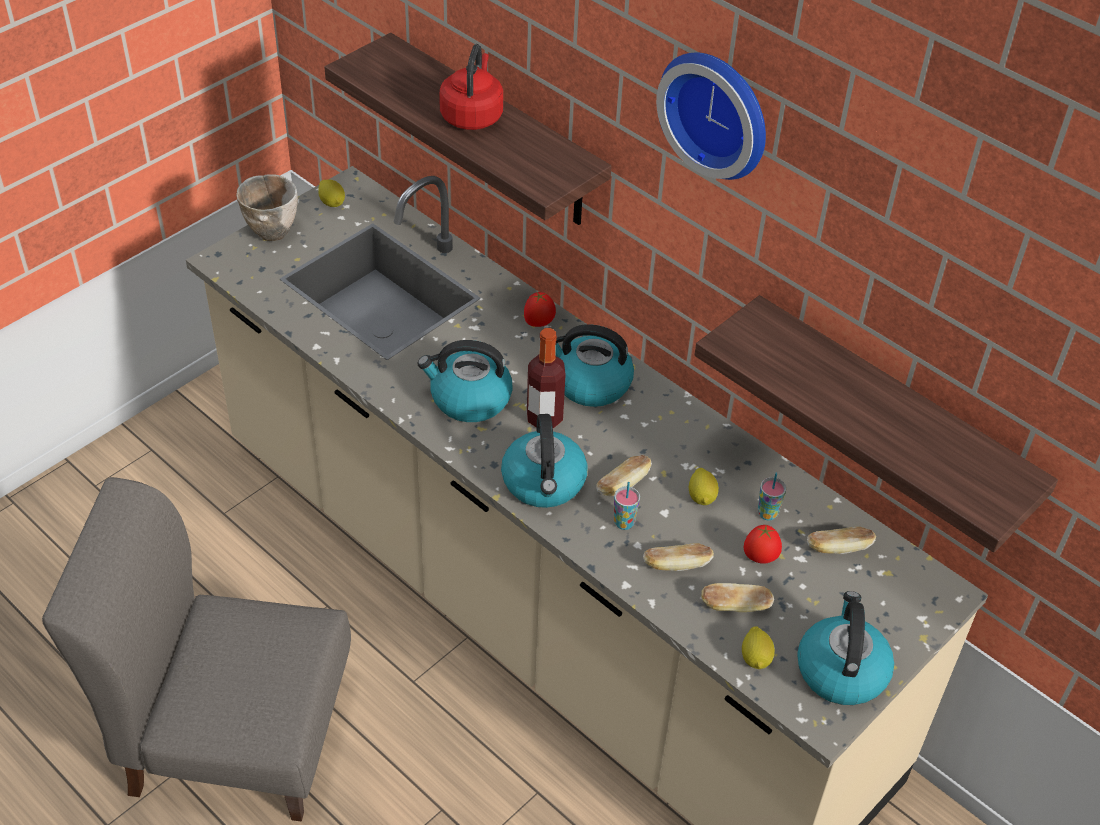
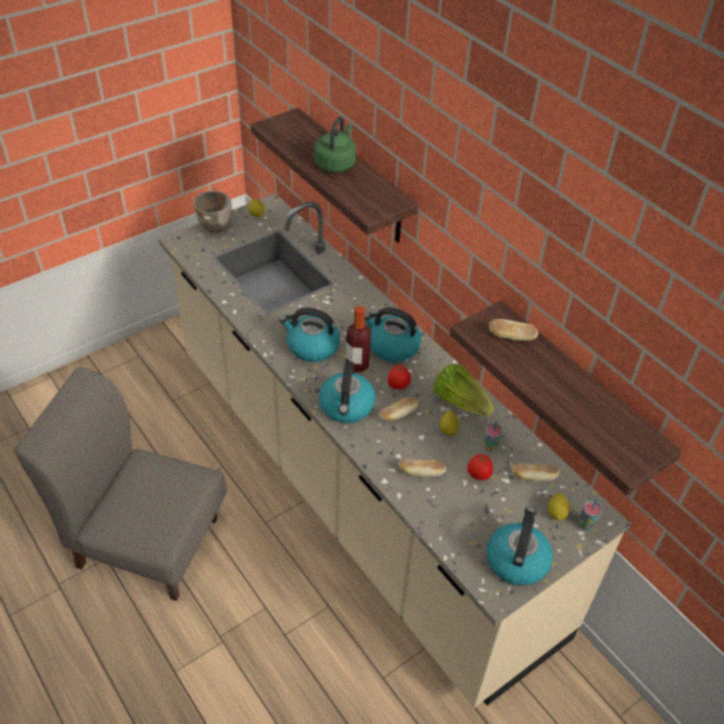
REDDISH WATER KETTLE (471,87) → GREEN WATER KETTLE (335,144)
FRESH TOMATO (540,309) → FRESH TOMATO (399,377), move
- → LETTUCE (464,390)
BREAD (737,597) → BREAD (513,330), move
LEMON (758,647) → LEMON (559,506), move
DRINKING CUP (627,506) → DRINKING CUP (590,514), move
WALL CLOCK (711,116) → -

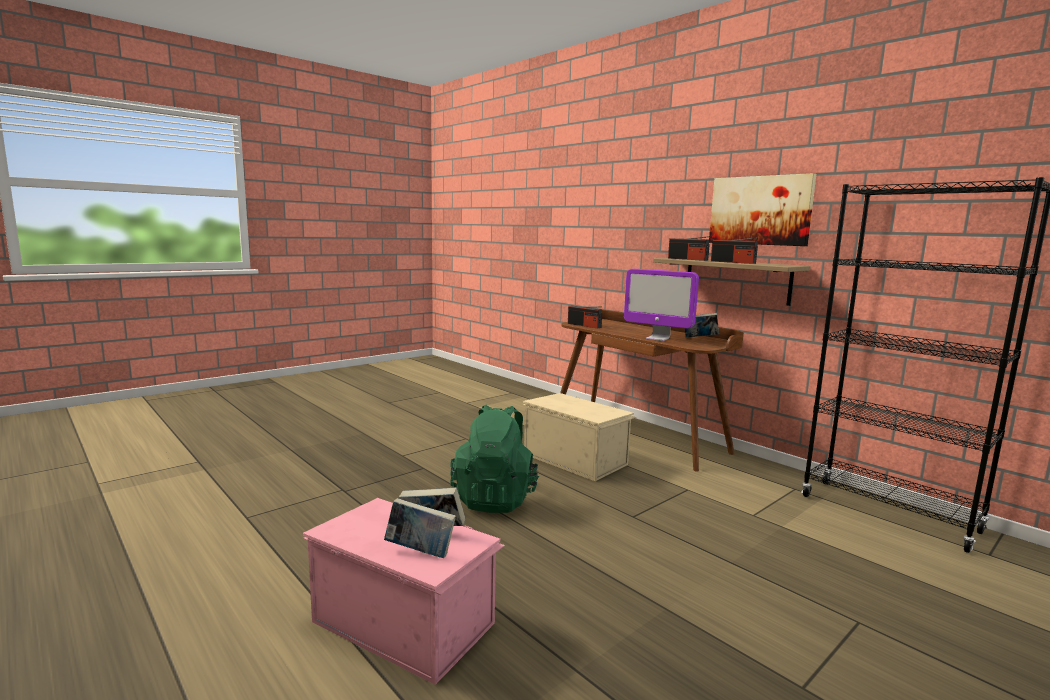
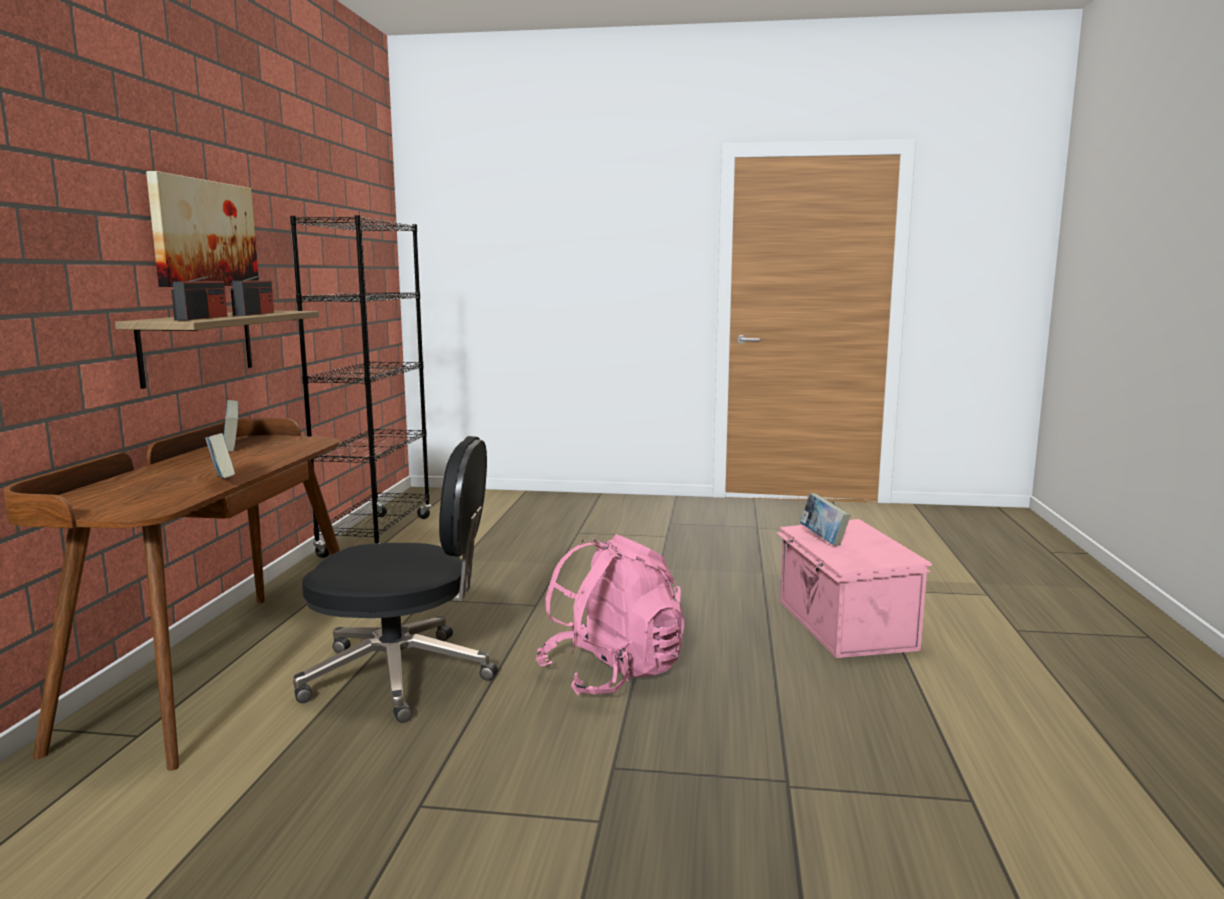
BOUND BOOK (420,528) → BOUND BOOK (220,455), move
BEIGE-COLOURED STORAGE CONTAINER (579,437) → BLACKISH OFFICE CHAIR (395,579)
GREEN KNAPSACK (494,458) → PINK-COLOURED KNAPSACK (610,614)
RADIO RECEIVER (585,316) → -
COMPUTER DISPLAY (661,305) → -

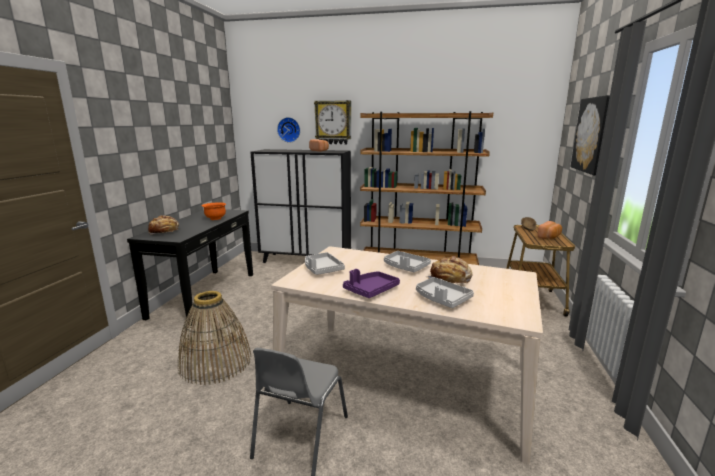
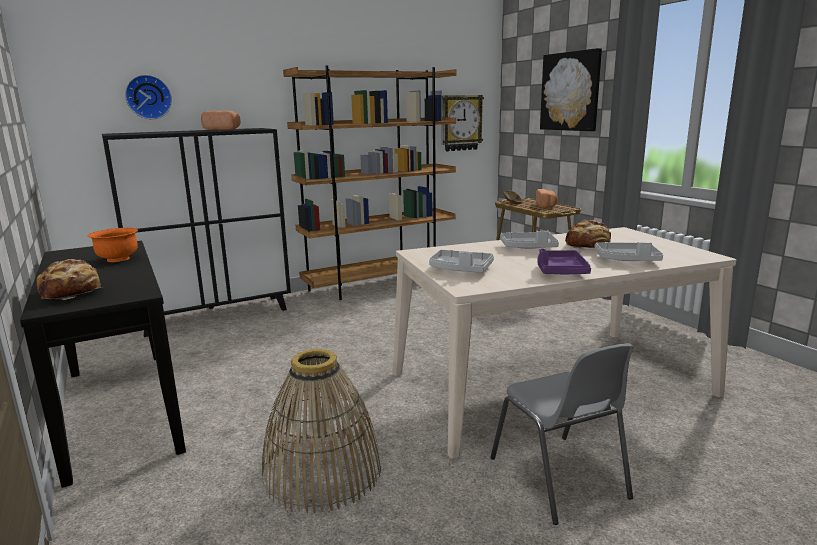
WALL CLOCK (332,122) → WALL CLOCK (462,123), move

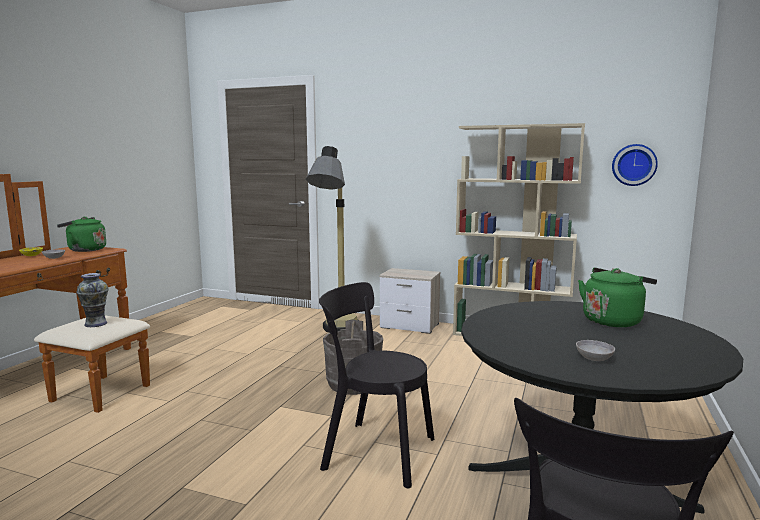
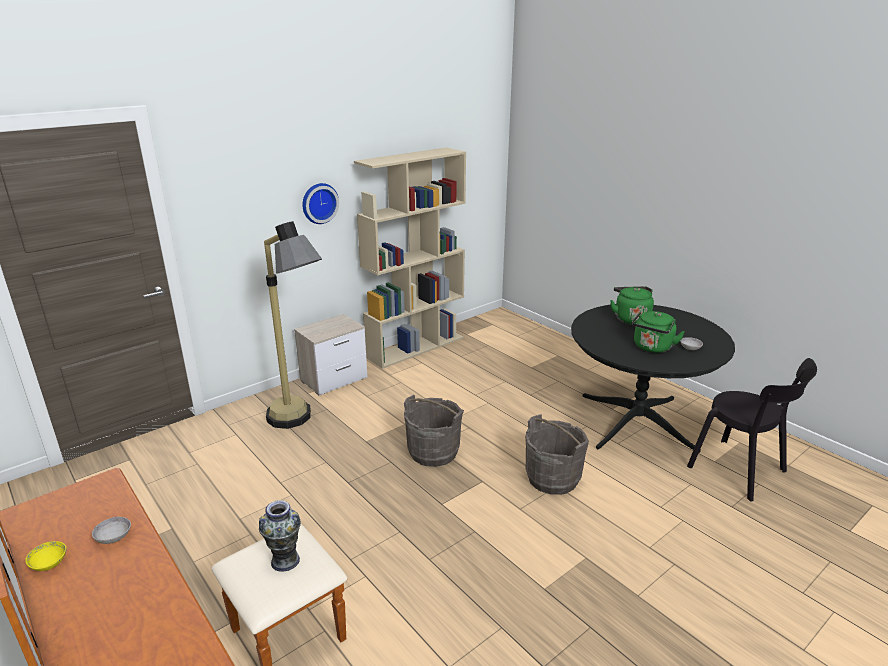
WALL CLOCK (635,165) → WALL CLOCK (320,203), move
BLACKISH PLAIN CHAIR (376,385) → GRAY BUCKET (557,454)
GREEN WATER KETTLE (81,234) → GREEN WATER KETTLE (658,332), move

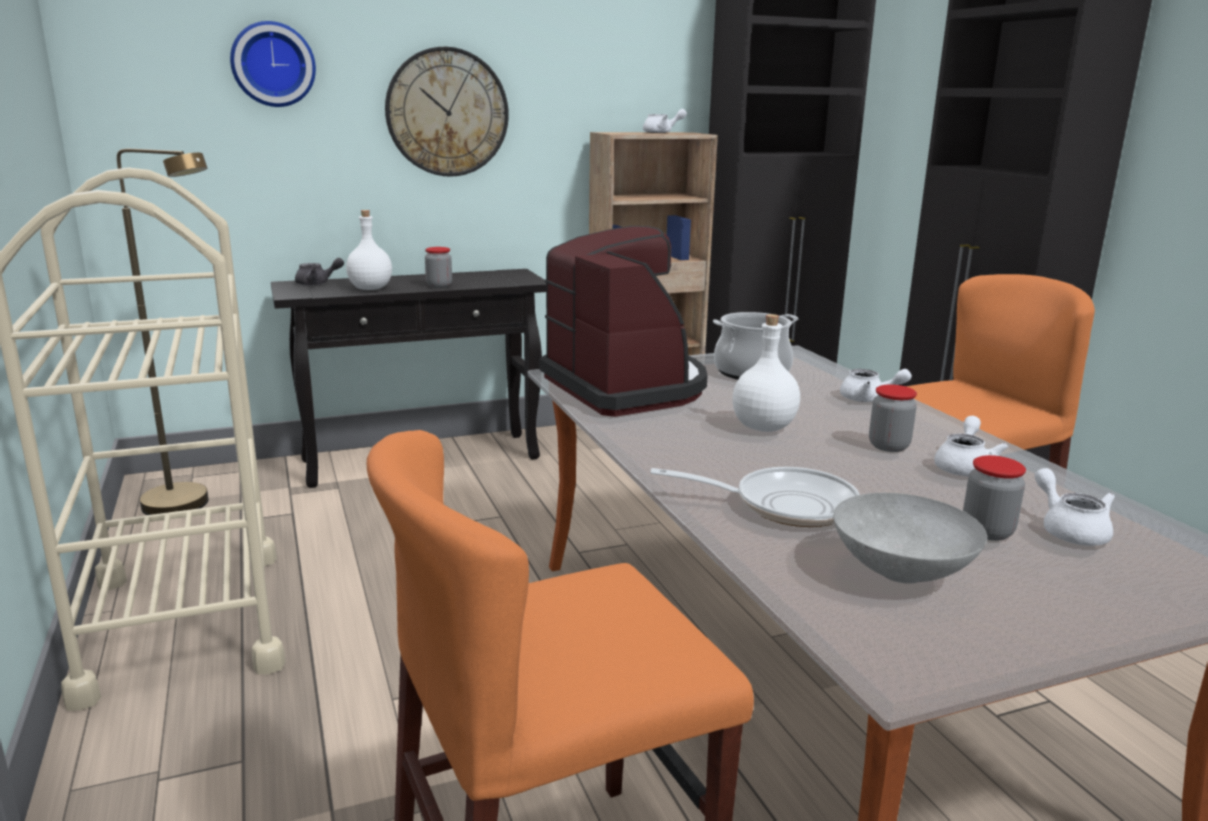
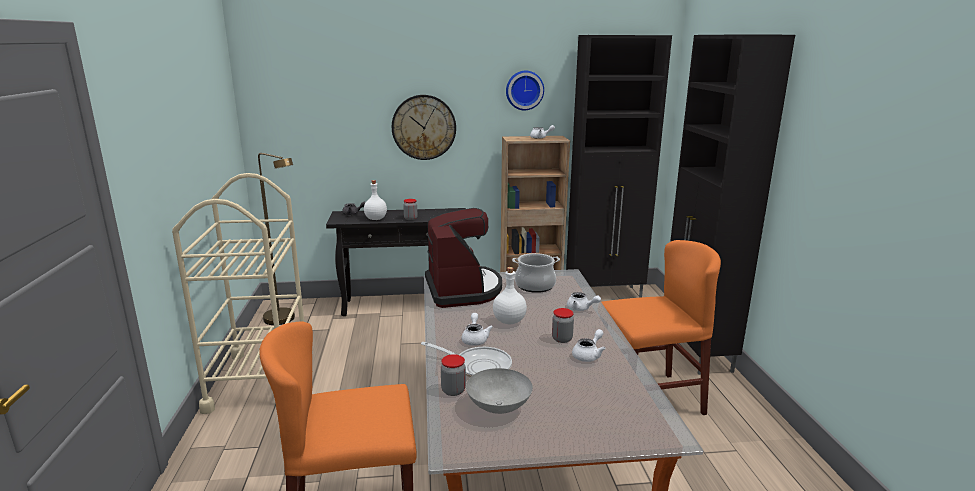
STORAGE JAR (994,498) → STORAGE JAR (453,375), move
WHITISH TEAPOT (1075,507) → WHITISH TEAPOT (477,329), move
WALL CLOCK (273,64) → WALL CLOCK (525,90), move

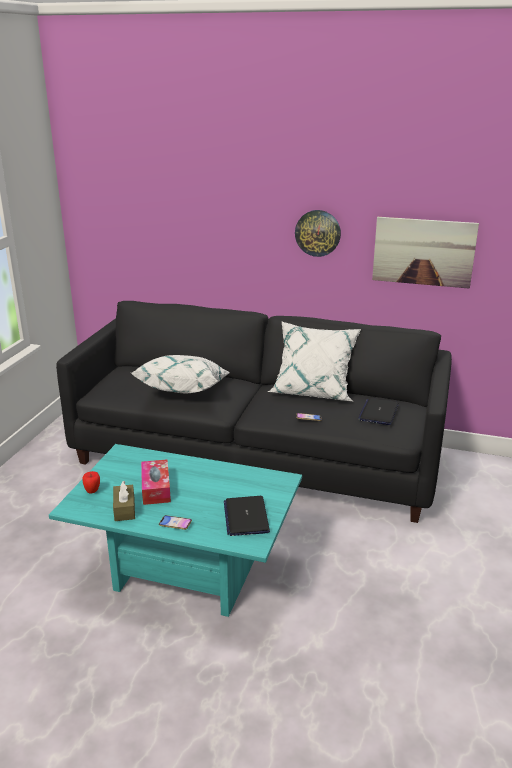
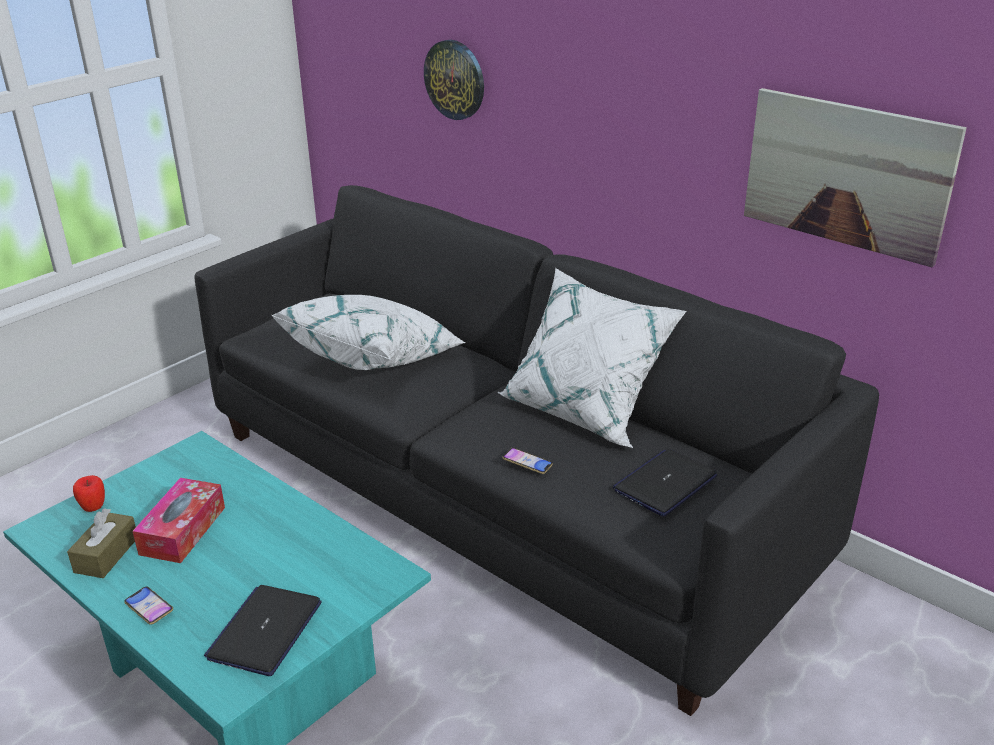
WALL CLOCK (318,233) → WALL CLOCK (454,80), move

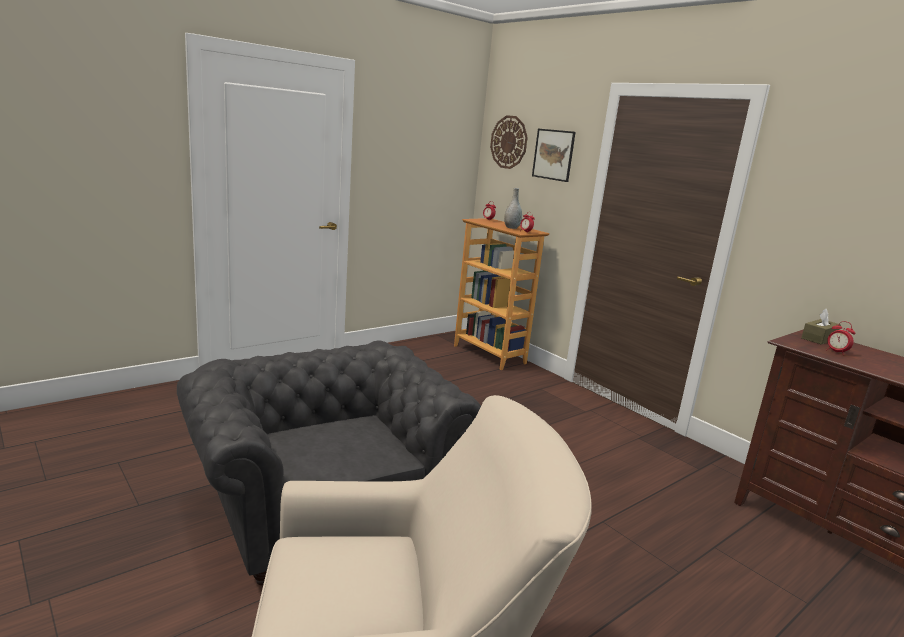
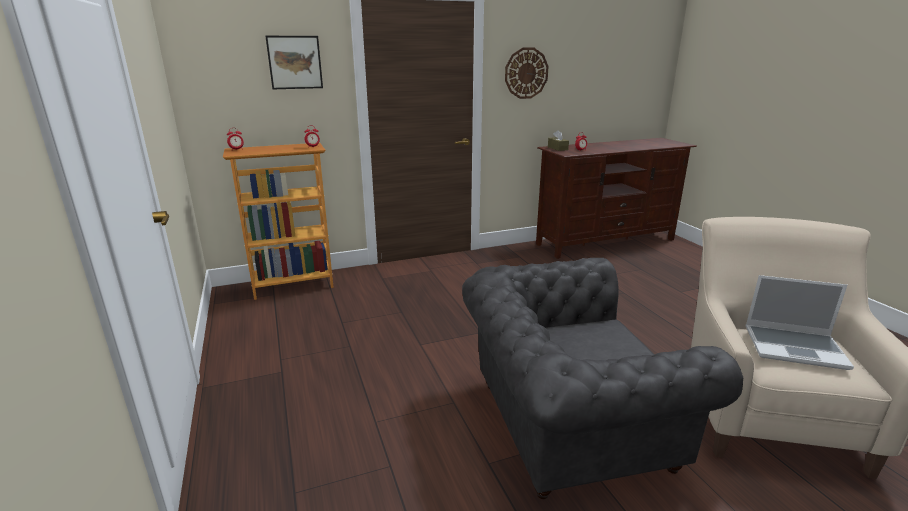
WALL CLOCK (509,142) → WALL CLOCK (527,73), move
- → LAPTOP (799,322)
GRAY FLOWER VASE (513,208) → -

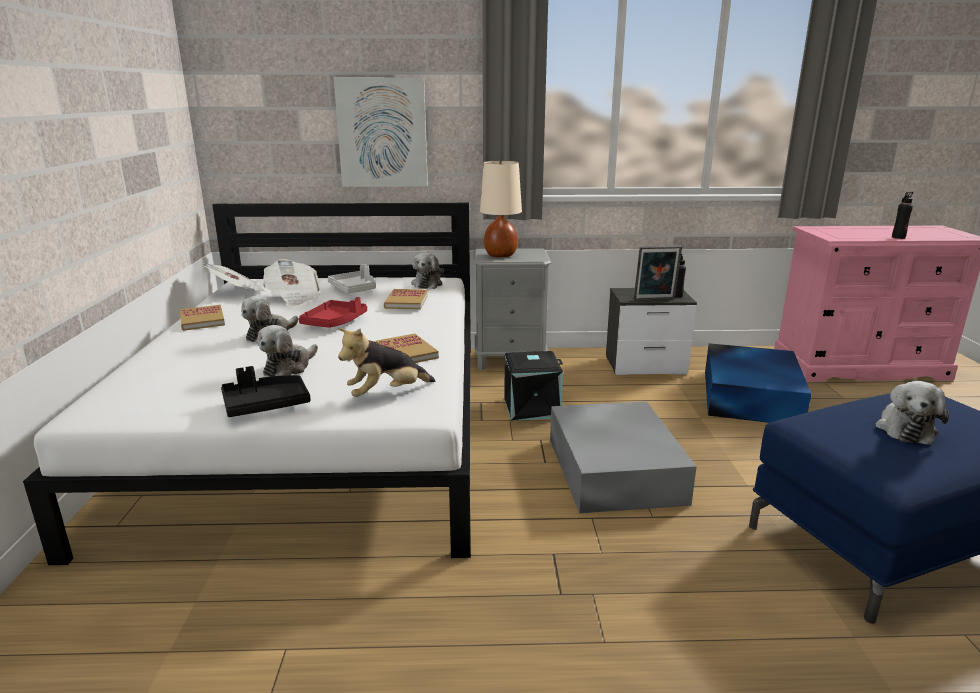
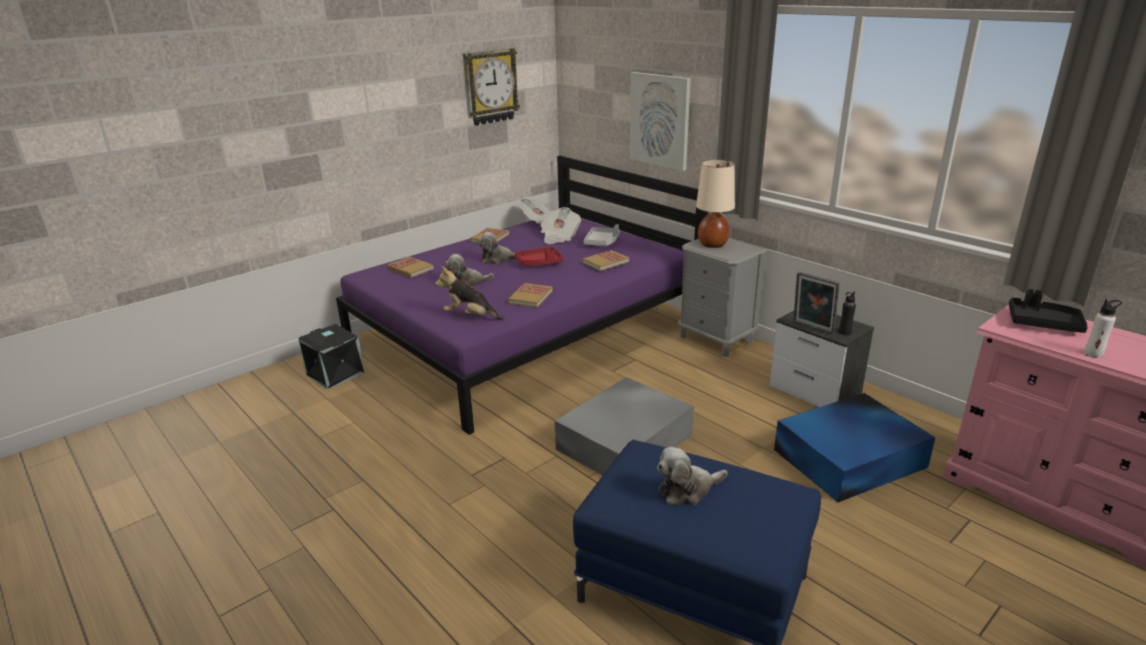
BLACKISH STORAGE CONTAINER (533,386) → BLACKISH STORAGE CONTAINER (331,356), move
WHITISH BED (247,384) → PURPLE BED (522,295)
- → BOUND BOOK (410,267)
- → WALL CLOCK (491,87)
BLACKISH SERVING TRAY (266,391) → BLACKISH SERVING TRAY (1048,311), move
BLACKISH BEVERAGE BOTTLE (902,215) → WHITISH BEVERAGE BOTTLE (1103,328)
SOFT TOY (427,270) → -

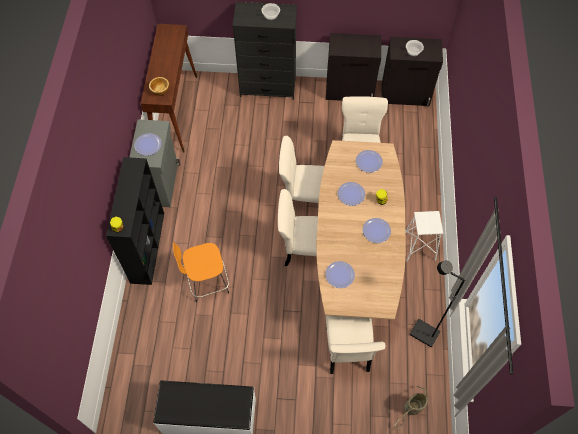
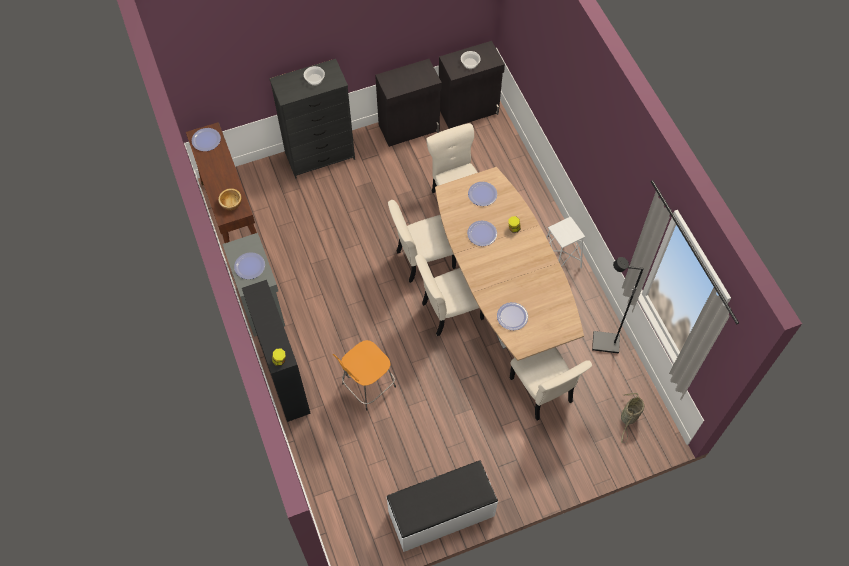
DINNER PLATE (376,230) → DINNER PLATE (206,139), move

